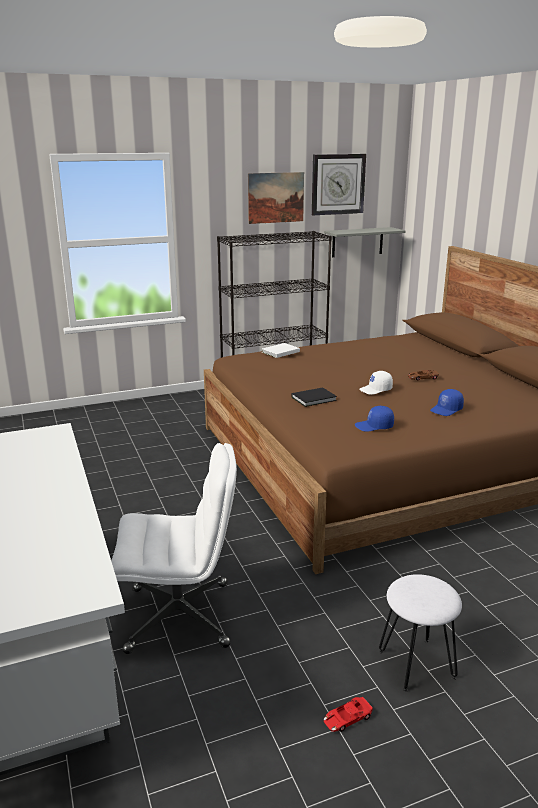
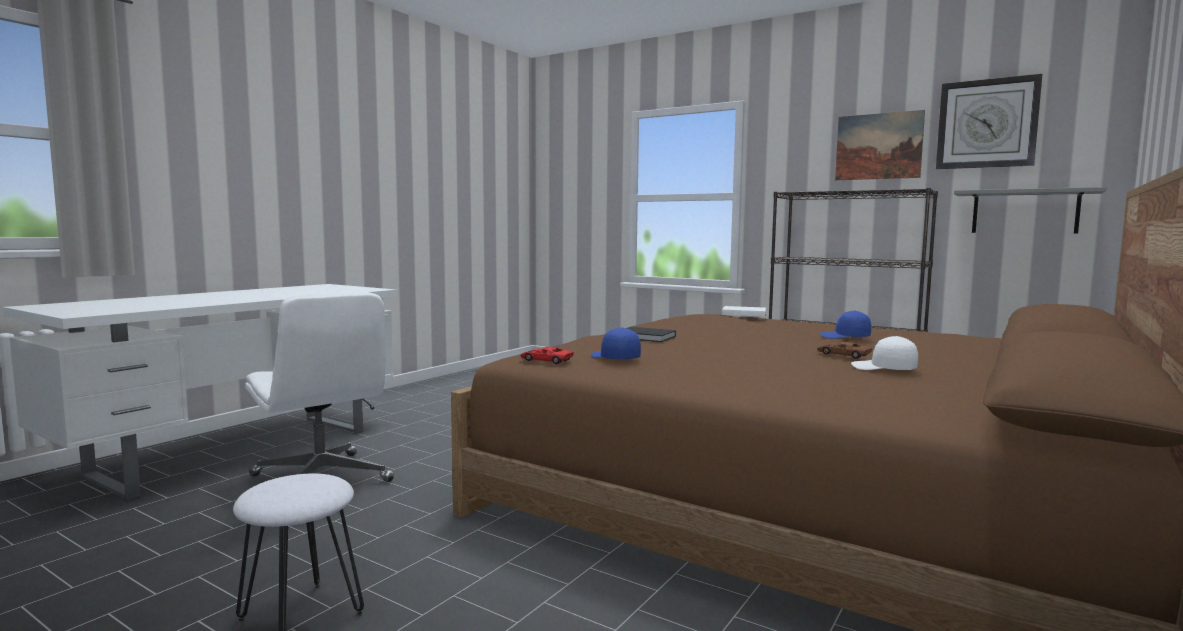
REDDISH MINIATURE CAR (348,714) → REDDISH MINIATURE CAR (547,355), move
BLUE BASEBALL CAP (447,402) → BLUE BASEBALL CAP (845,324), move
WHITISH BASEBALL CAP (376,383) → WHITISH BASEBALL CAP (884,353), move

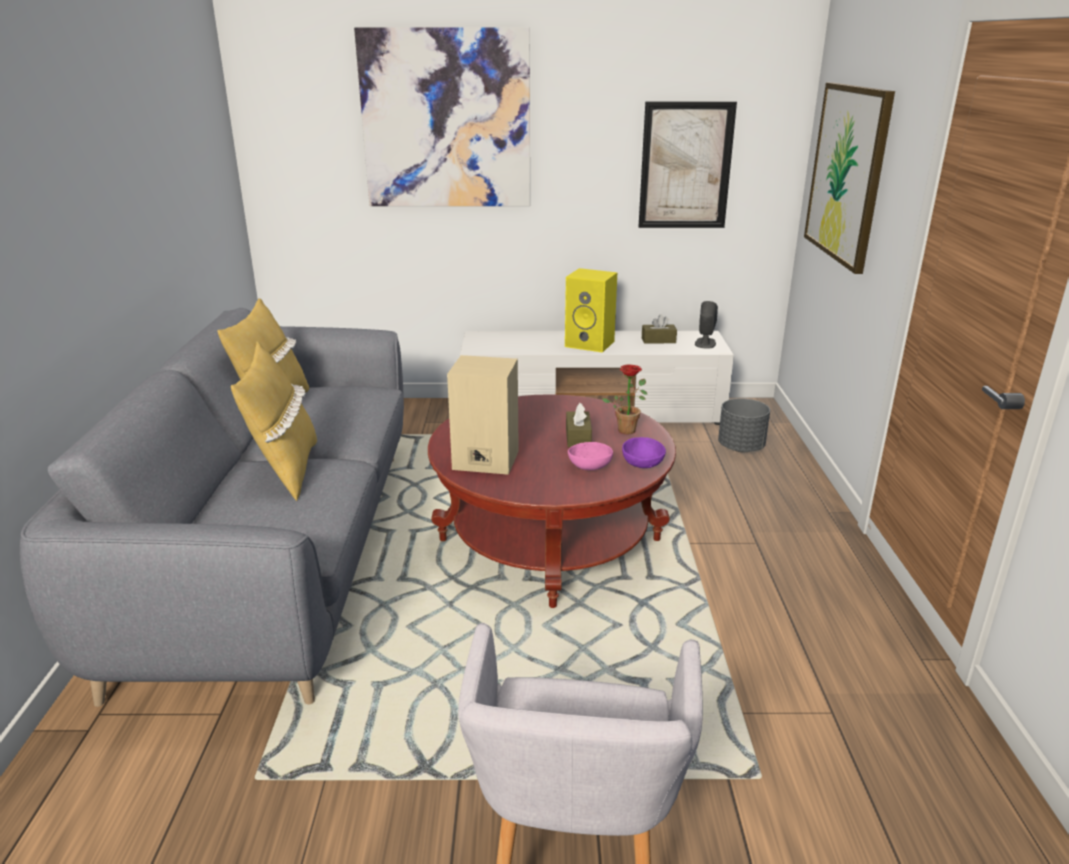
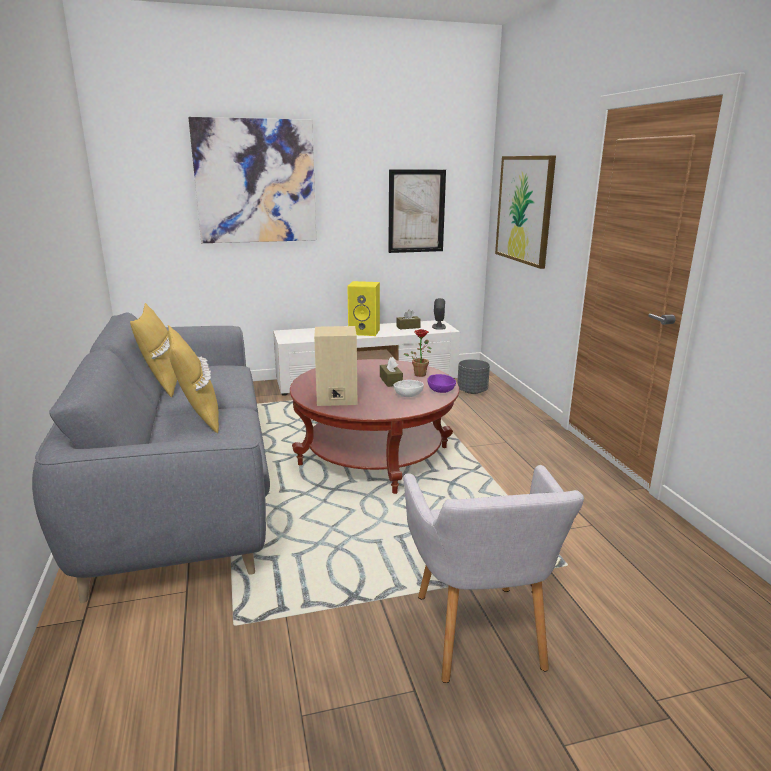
PINK-COLOURED DEEP DISH (590,456) → WHITISH DEEP DISH (409,388)

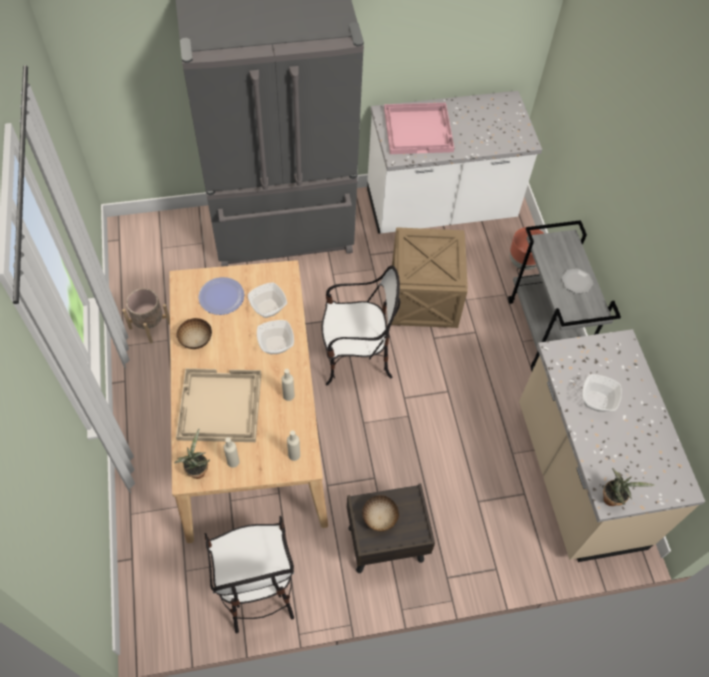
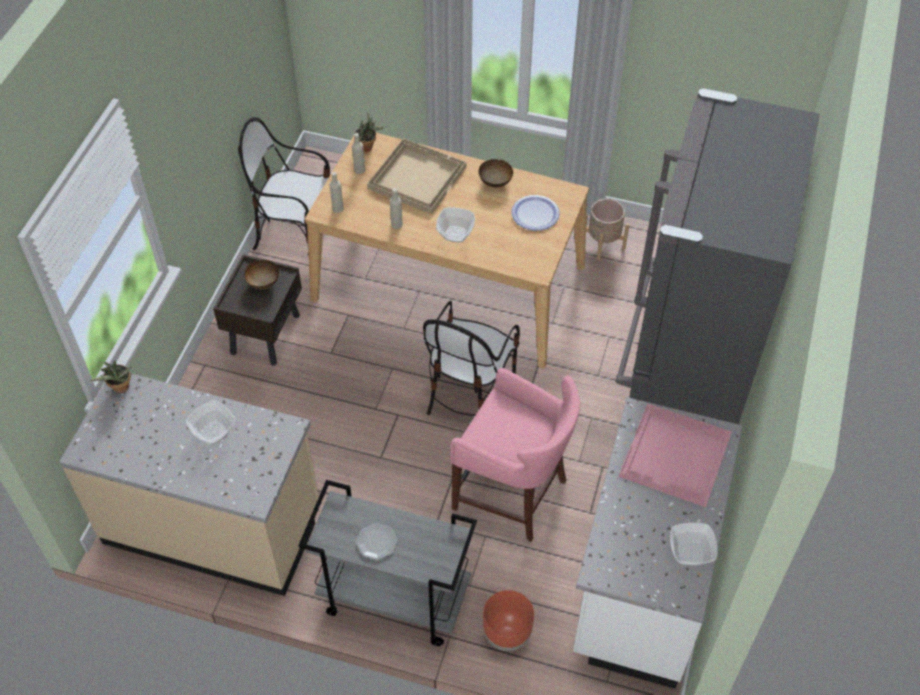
SHIPPING CRATE (429,277) → PINK-COLOURED STOOL SEAT (515,455)
DEEP DISH (267,300) → DEEP DISH (694,544), move

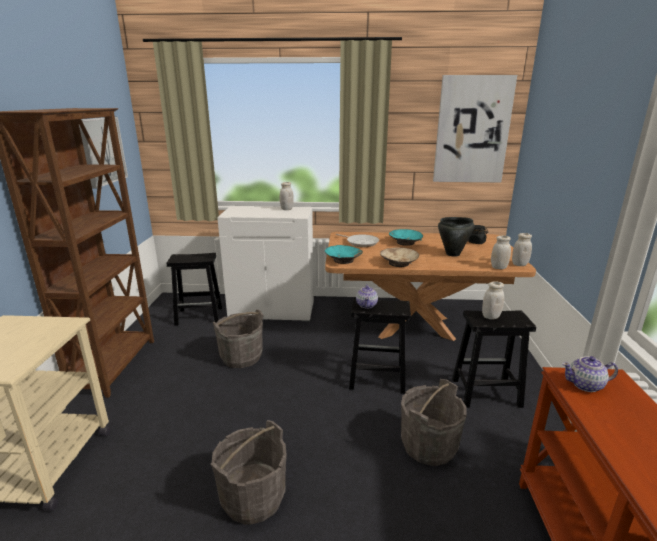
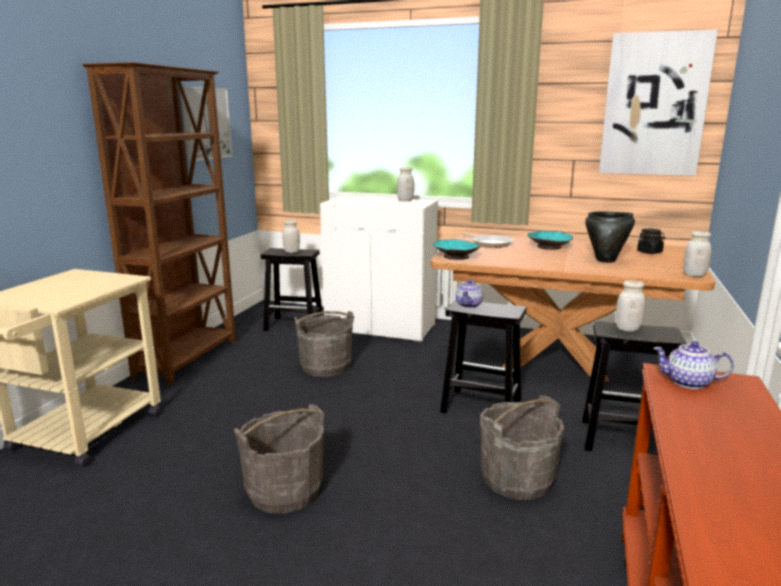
WHITISH STORAGE JAR (501,252) → WHITISH STORAGE JAR (291,236), move
BEIGE-COLOURED DEEP DISH (399,257) → -

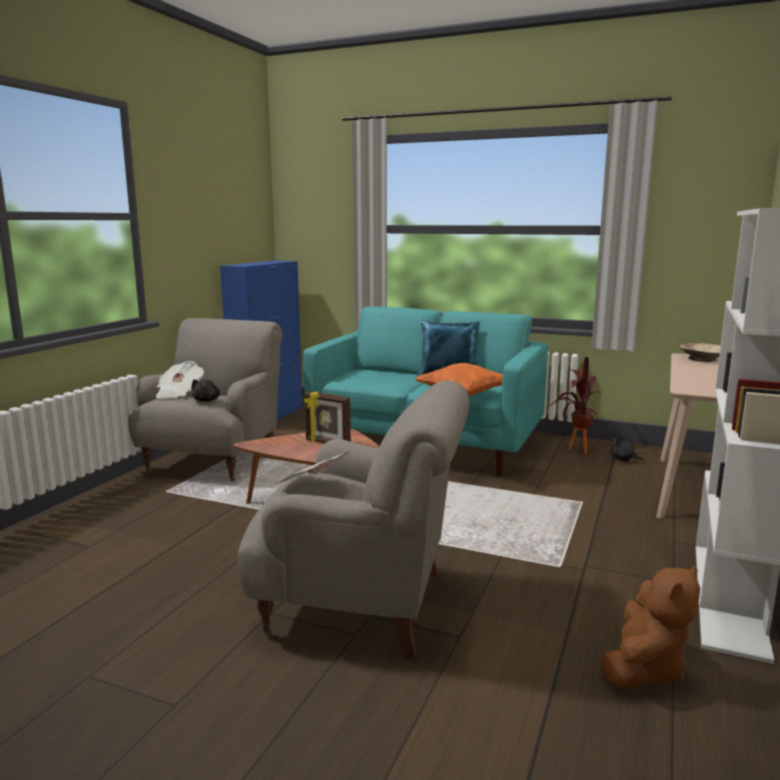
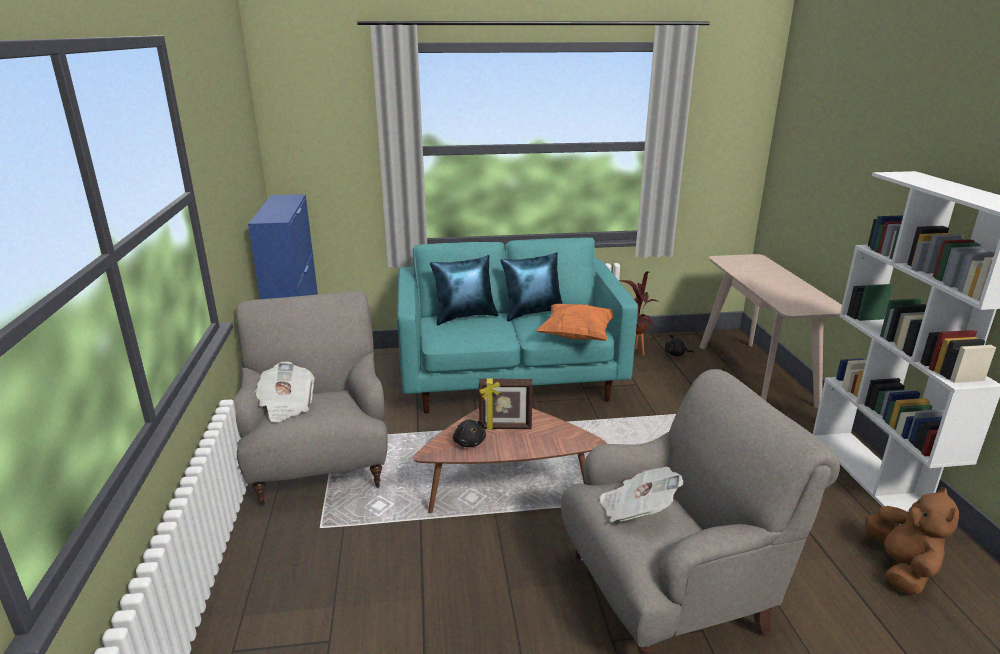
- → BLUE THROW PILLOW (464,290)
BLACKISH SOFT TOY (206,390) → BLACKISH SOFT TOY (469,433), move
BEIGE-COLOURED DEEP DISH (699,352) → -

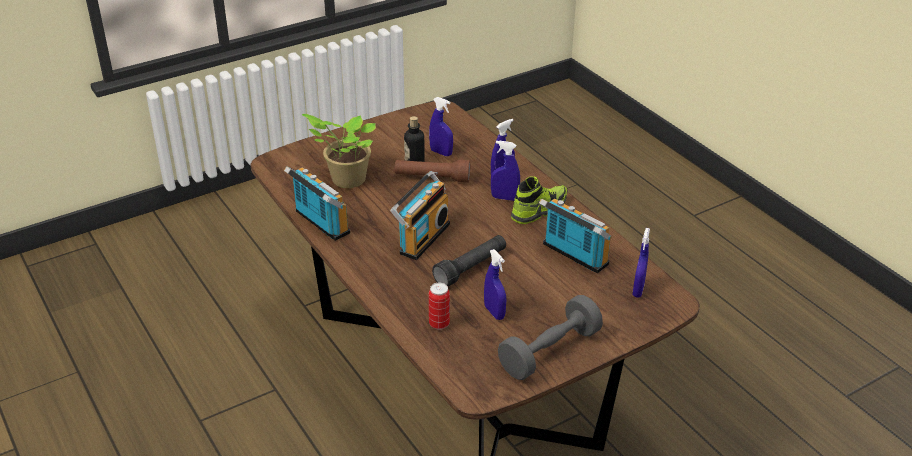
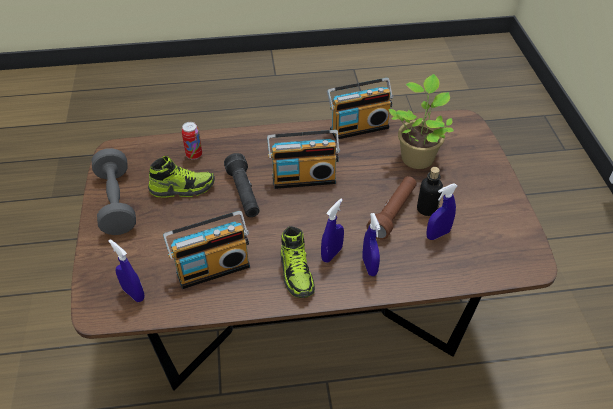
BLUE SPRAY BOTTLE (495,284) → ITEM OF FOOTWEAR (181,177)
RADIO RECEIVER (420,215) → RADIO RECEIVER (303,159), 60 degrees counterclockwise

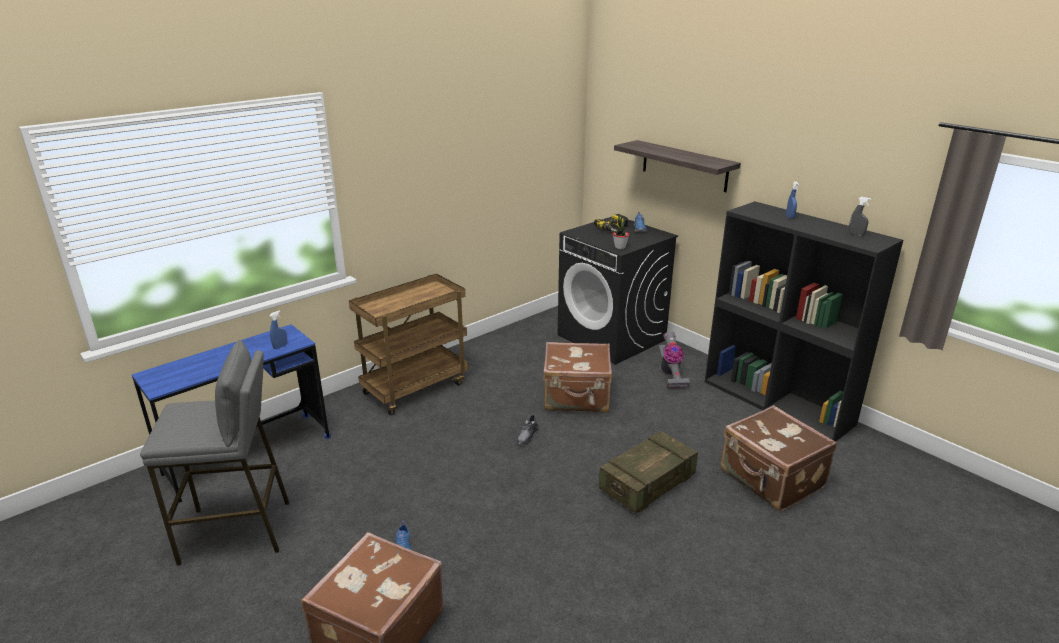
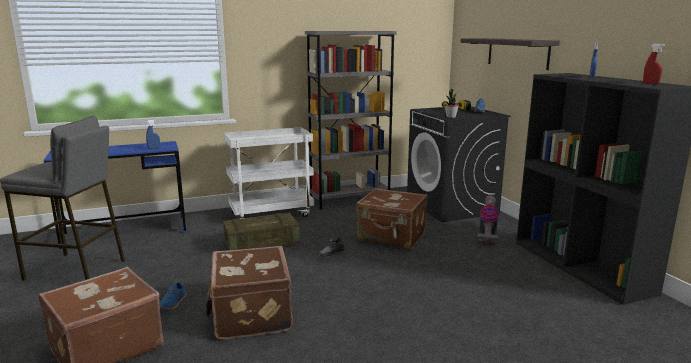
BROWN PIECE OF LUGGAGE (779,458) → BROWN PIECE OF LUGGAGE (249,293), move
SHIPPING CRATE (648,472) → SHIPPING CRATE (261,231), move
BROWN CART (409,344) → WHITISH CART (269,173)
- → GRAY BOOKSHELF (351,120)
GRAY SPRAY BOTTLE (860,216) → REDDISH SPRAY BOTTLE (654,64)

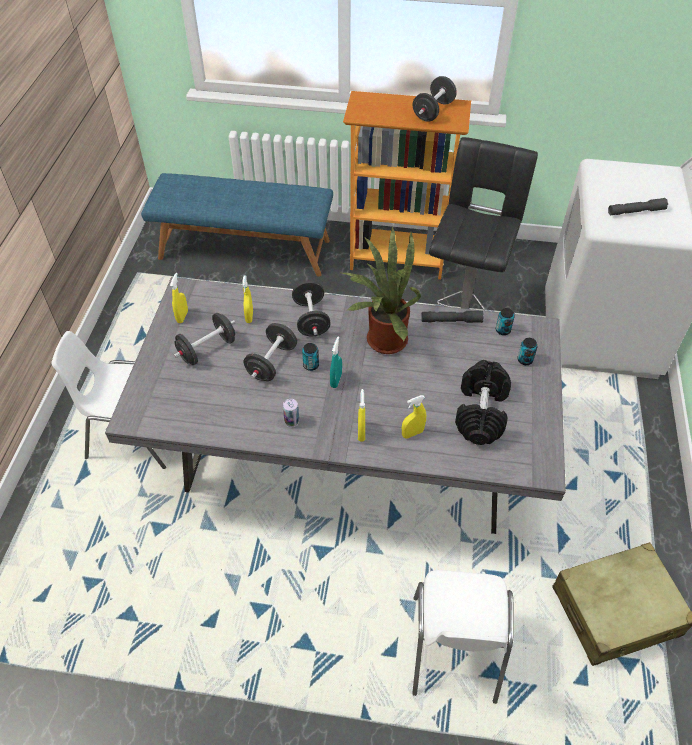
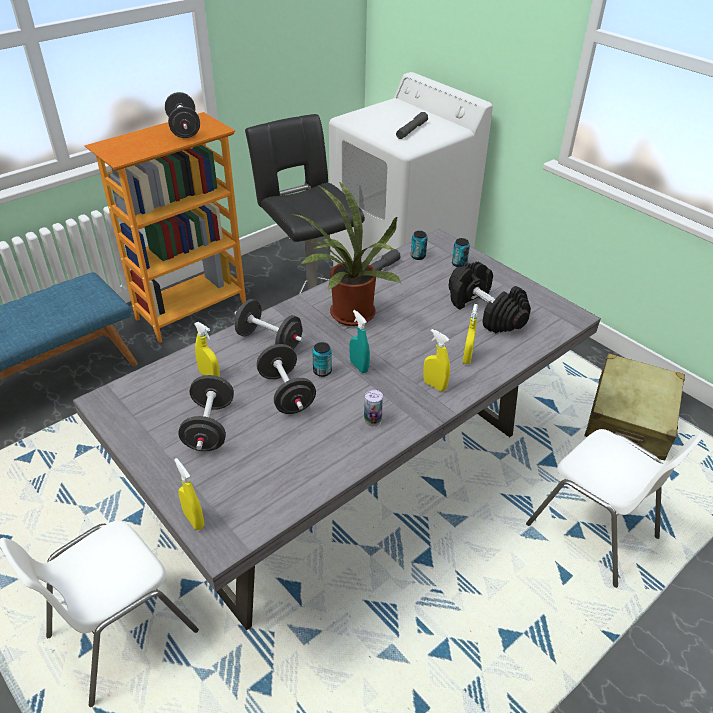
YELLOWISH SPRAY BOTTLE (179,298) → YELLOWISH SPRAY BOTTLE (189,494), move

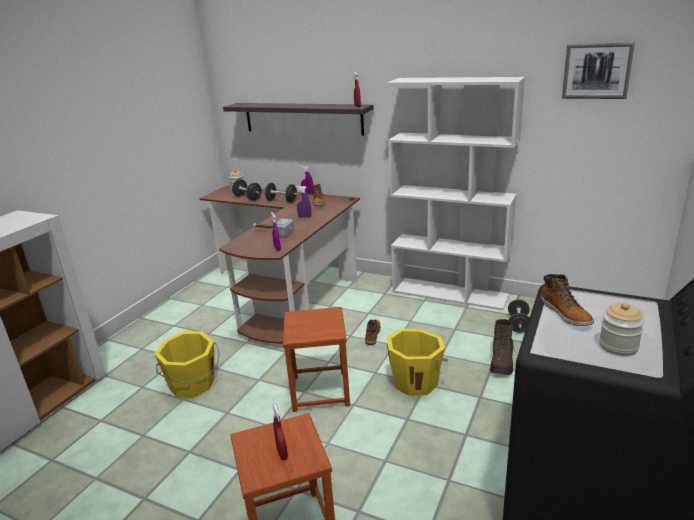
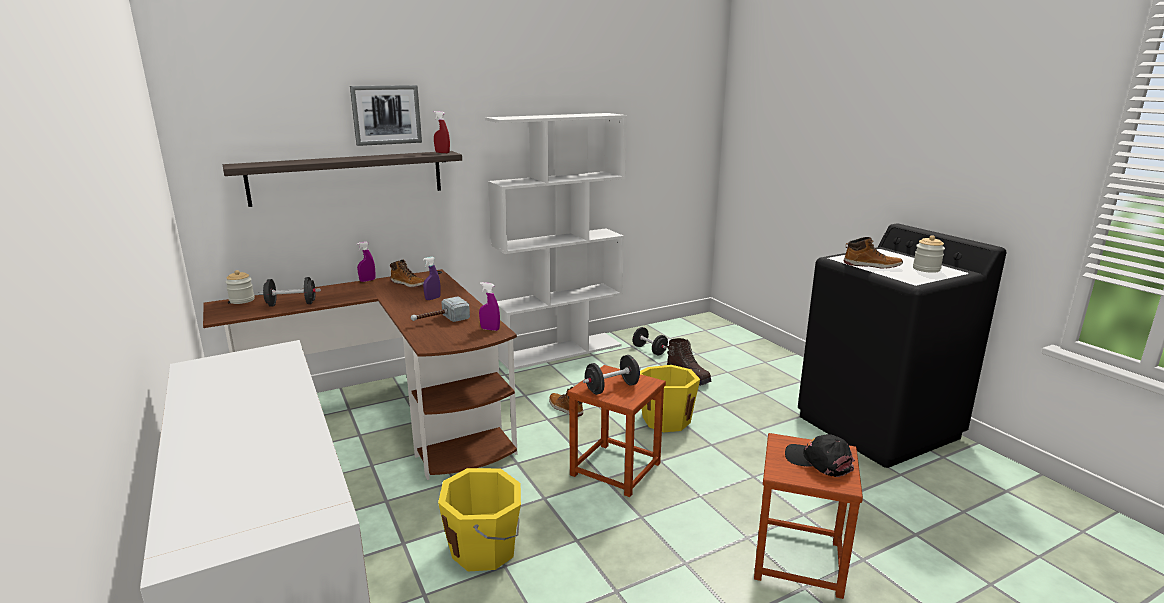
WALL PICTURE (598,70) → WALL PICTURE (386,115), move
BLACKISH HAND WEIGHT (281,193) → BLACKISH HAND WEIGHT (612,375), move
REDDISH SPRAY BOTTLE (280,431) → BLACKISH BASEBALL CAP (820,455)

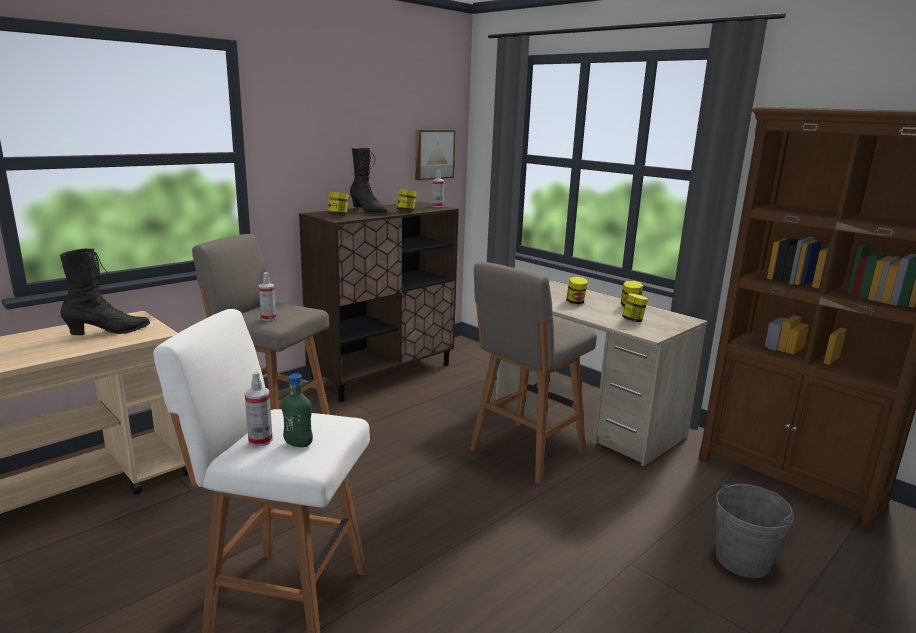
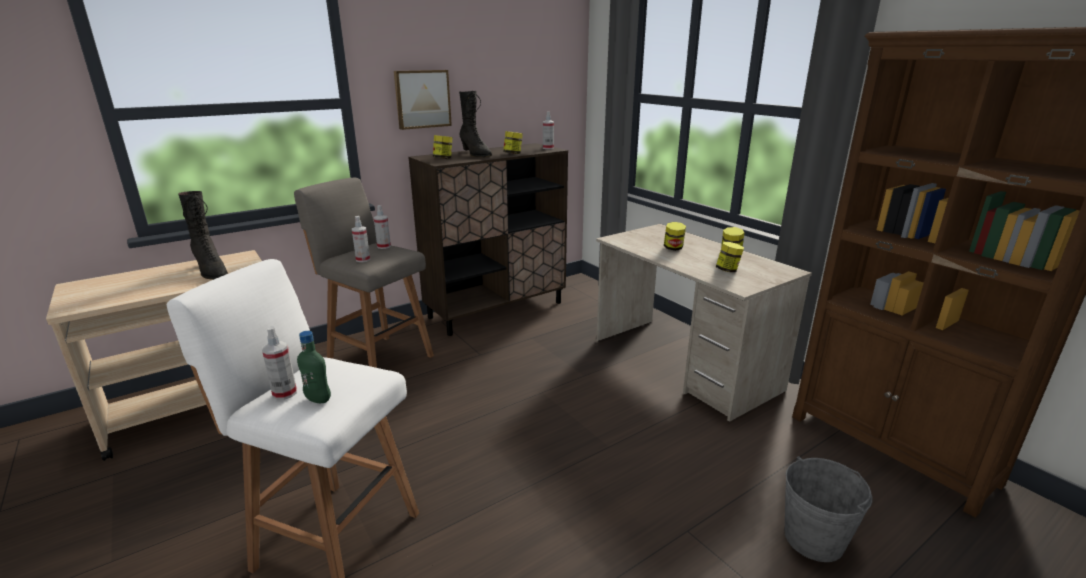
BLACKISH TALL BOOT (105,292) → BLACKISH TALL BOOT (203,235), 75 degrees clockwise
- → SPRAY BOTTLE (382,227)
WALL PICTURE (435,155) → WALL PICTURE (423,100), move
GRAY STOOL SEAT (533,373) → -

